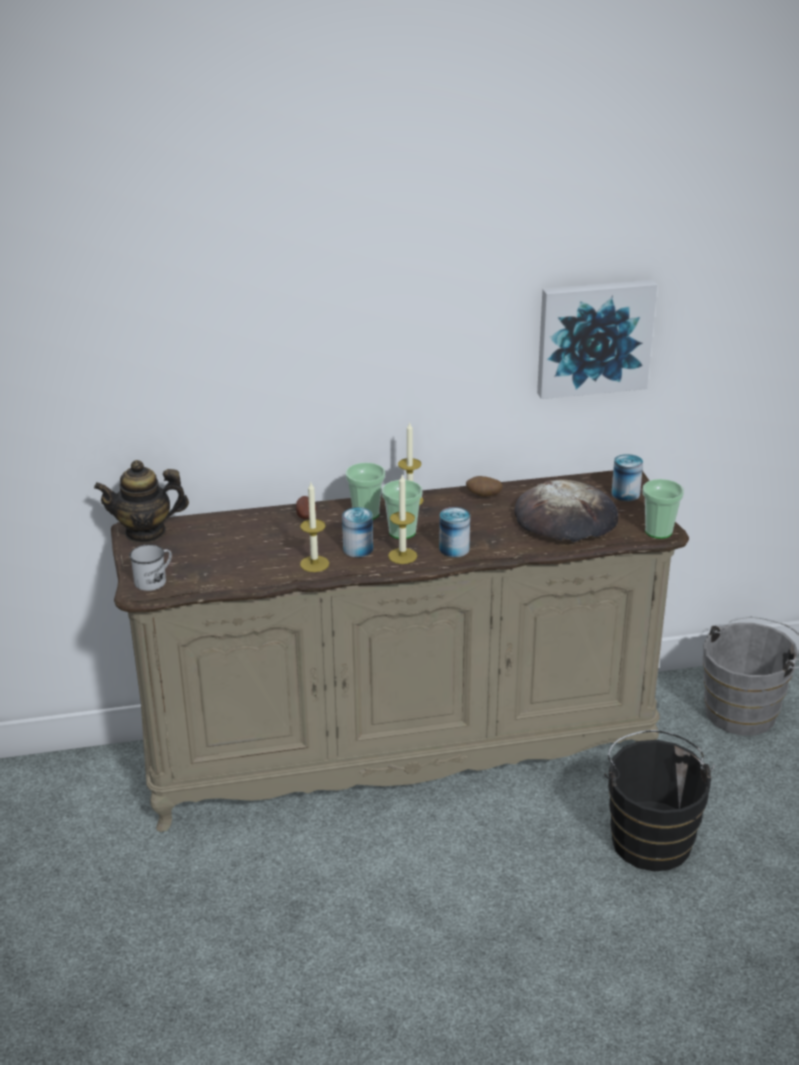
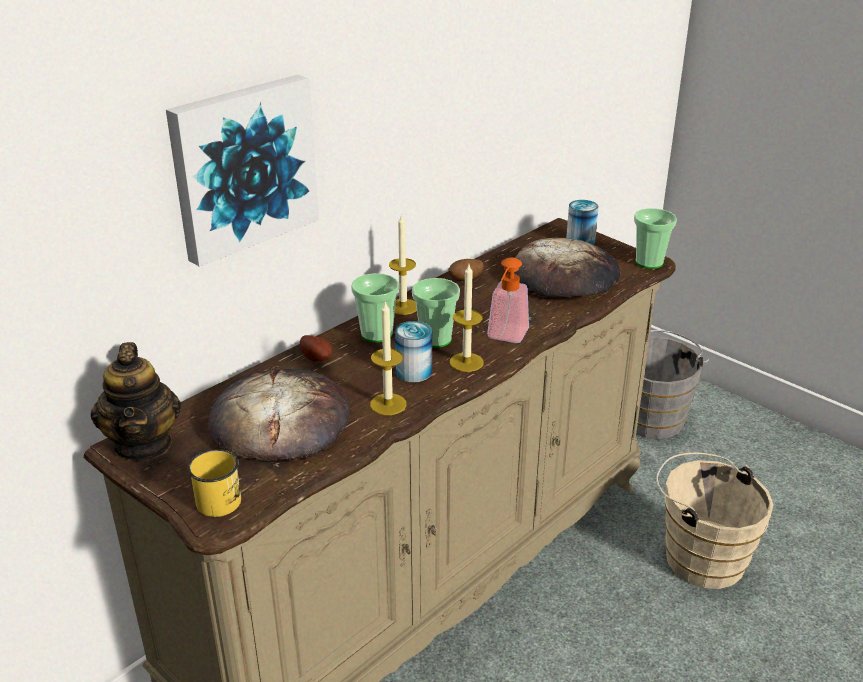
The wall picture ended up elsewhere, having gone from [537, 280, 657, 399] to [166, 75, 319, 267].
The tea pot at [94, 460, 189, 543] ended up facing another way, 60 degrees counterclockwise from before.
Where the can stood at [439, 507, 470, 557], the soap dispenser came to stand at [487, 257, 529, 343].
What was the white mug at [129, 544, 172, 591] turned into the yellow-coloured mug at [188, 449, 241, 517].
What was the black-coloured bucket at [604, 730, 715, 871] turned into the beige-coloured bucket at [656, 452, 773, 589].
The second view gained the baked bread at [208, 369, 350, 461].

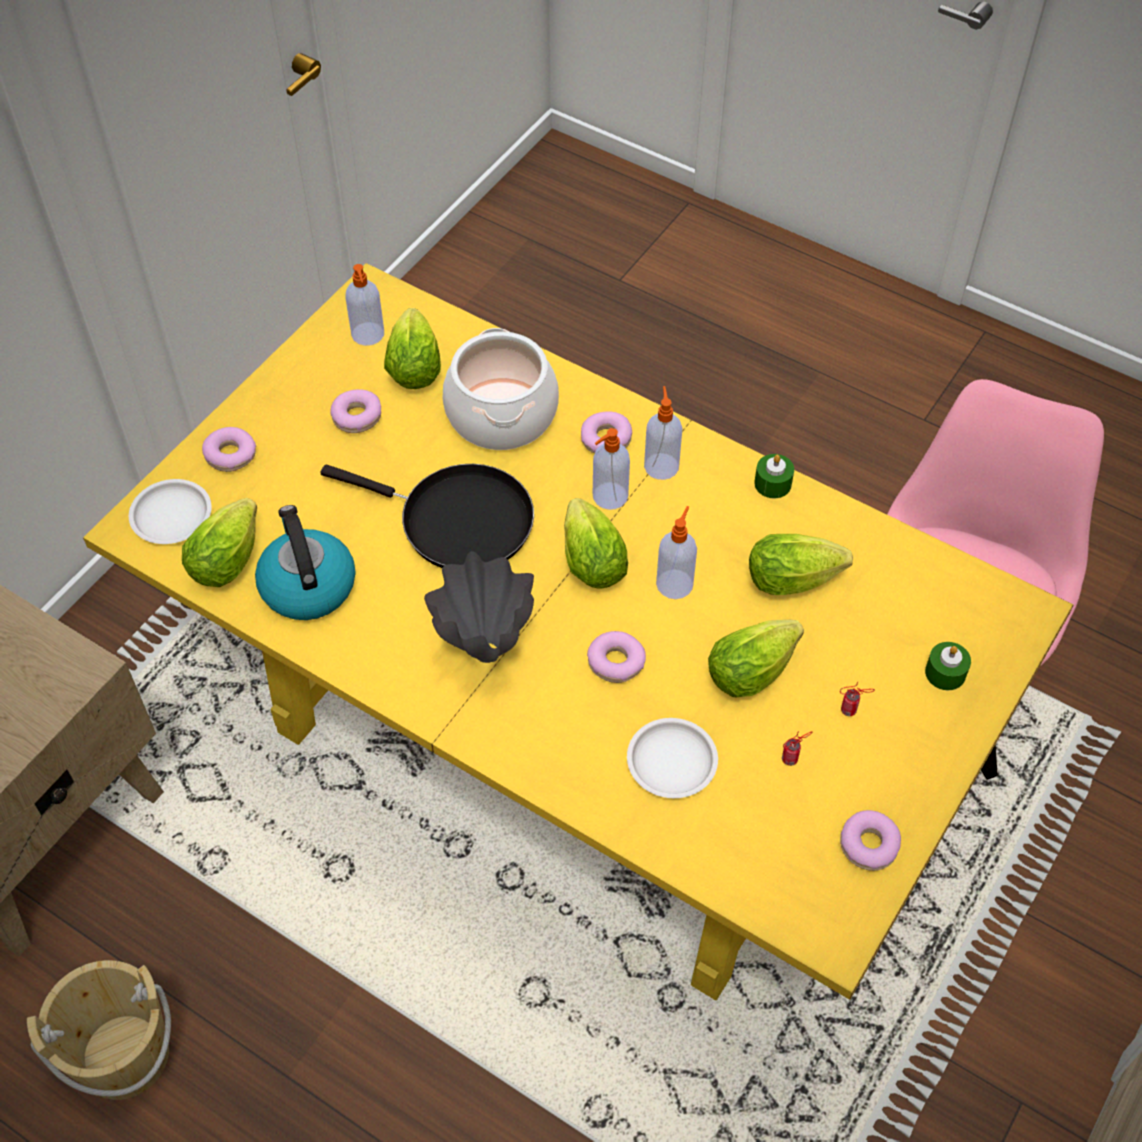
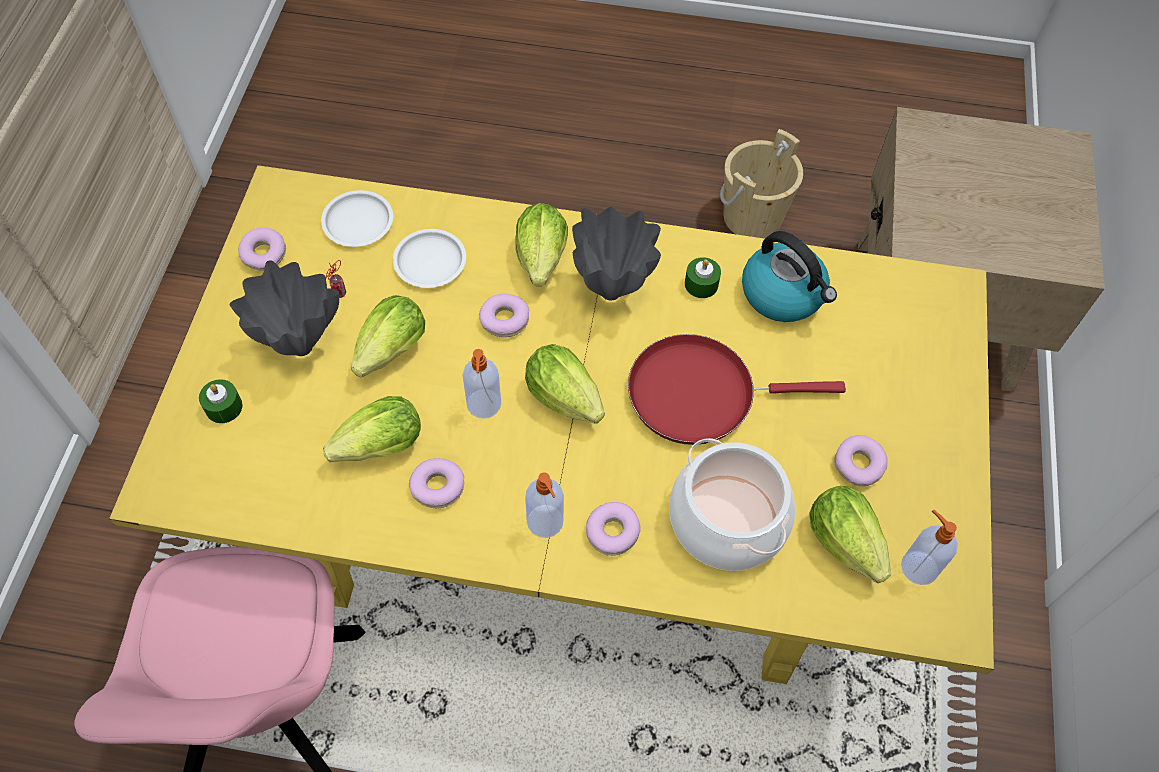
The ring doughnut ended up elsewhere, having gone from [202, 427, 256, 472] to [409, 458, 464, 508].
The second view lost the soap dispenser at [593, 428, 630, 510].
The greenish candle ended up elsewhere, having gone from [754, 454, 794, 498] to [685, 257, 721, 298].
What was the black-coloured skillet at [320, 464, 534, 568] turned into the red skillet at [628, 334, 846, 445].
The white plate ended up elsewhere, having gone from [129, 479, 211, 544] to [321, 190, 393, 247].
The head of lettuce ended up elsewhere, having gone from [182, 498, 257, 587] to [515, 203, 568, 286].
Where the can stood at [840, 682, 875, 716], the grey vase came to stand at [229, 260, 339, 356].

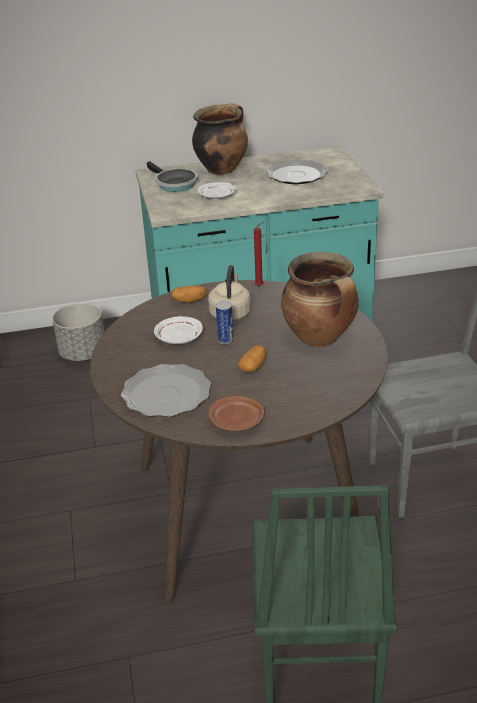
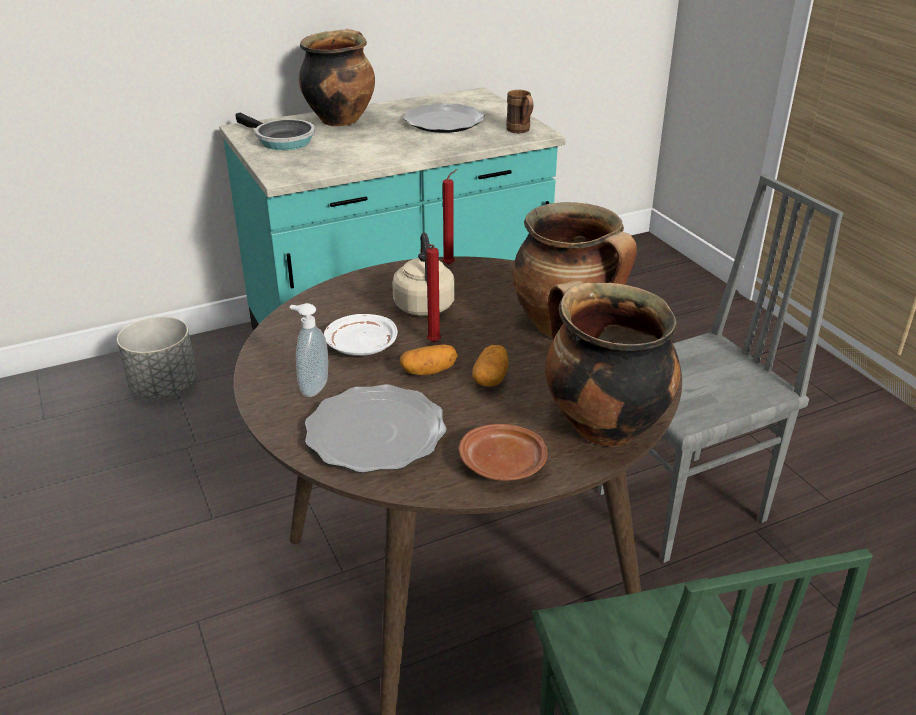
The second view lost the white plate at [198, 182, 236, 200].
The spud ended up elsewhere, having gone from [171, 285, 206, 303] to [400, 344, 458, 375].
Where the can stood at [216, 301, 234, 345], the red candle came to stand at [426, 244, 441, 342].
The second view gained the brown-coloured mug at [506, 90, 533, 133].
The second view gained the saucepot at [545, 280, 681, 447].
The second view gained the soap dispenser at [290, 303, 328, 397].

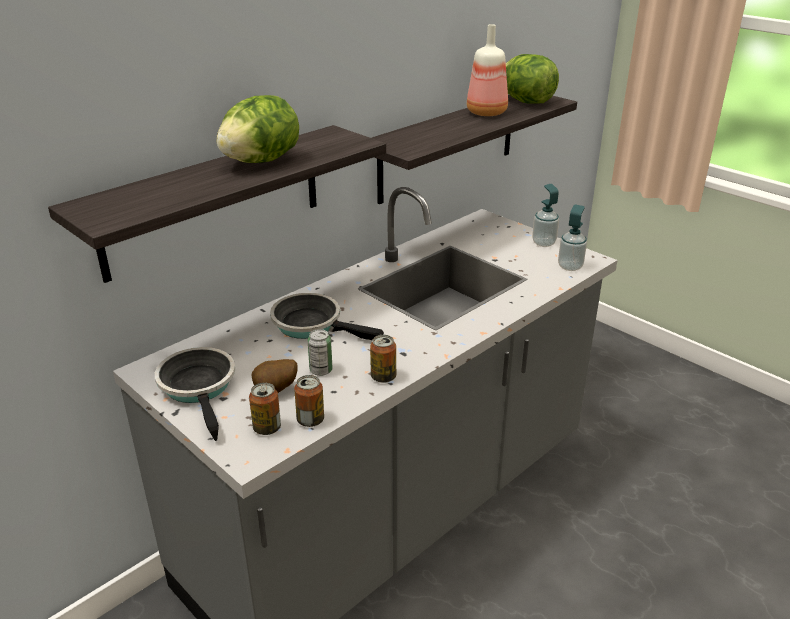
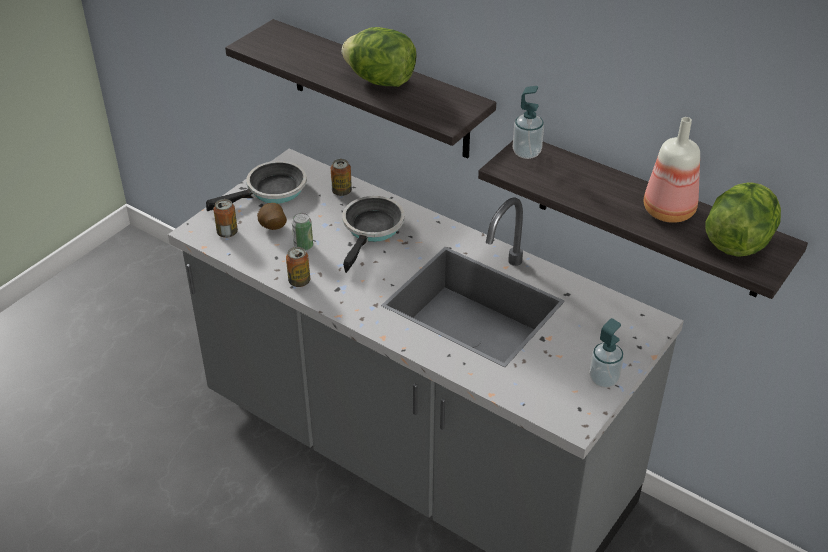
The soap dispenser ended up elsewhere, having gone from [558, 205, 587, 271] to [513, 86, 544, 159].
The can ended up elsewhere, having gone from [294, 375, 324, 427] to [331, 159, 352, 196].

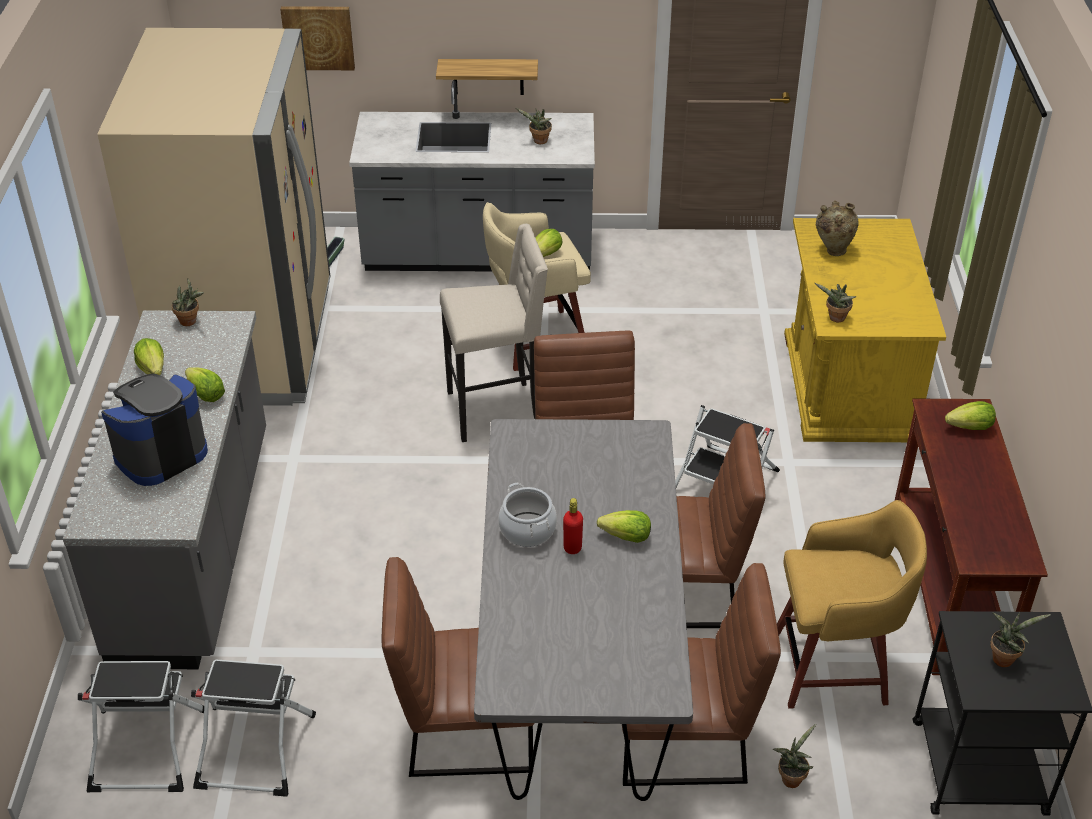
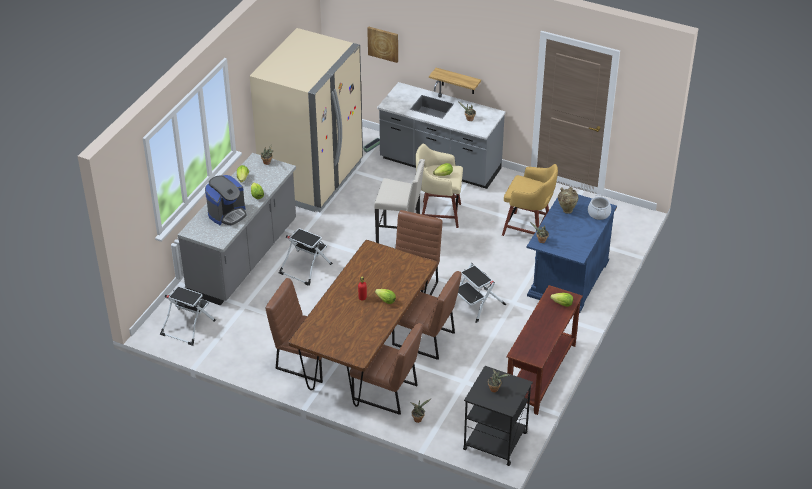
What was the yellow-coloured cupboard at [784, 218, 946, 442] turned into the blue cupboard at [526, 195, 617, 313].
The coffee brewer at [101, 374, 208, 486] ended up facing another way, 150 degrees clockwise from before.
What was the grey dining table at [474, 419, 693, 801] turned into the brown-coloured dining table at [288, 240, 437, 407].
The saucepot ended up elsewhere, having gone from [498, 483, 557, 547] to [588, 194, 611, 220].
The yellow-coloured stool seat ended up elsewhere, having gone from [777, 500, 927, 709] to [502, 164, 558, 236].
The step ladder ended up elsewhere, having gone from [191, 660, 316, 797] to [279, 228, 333, 286].

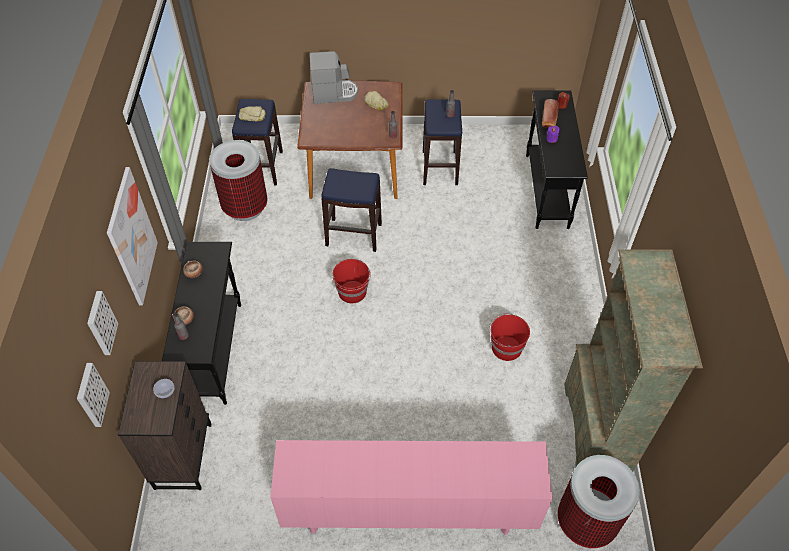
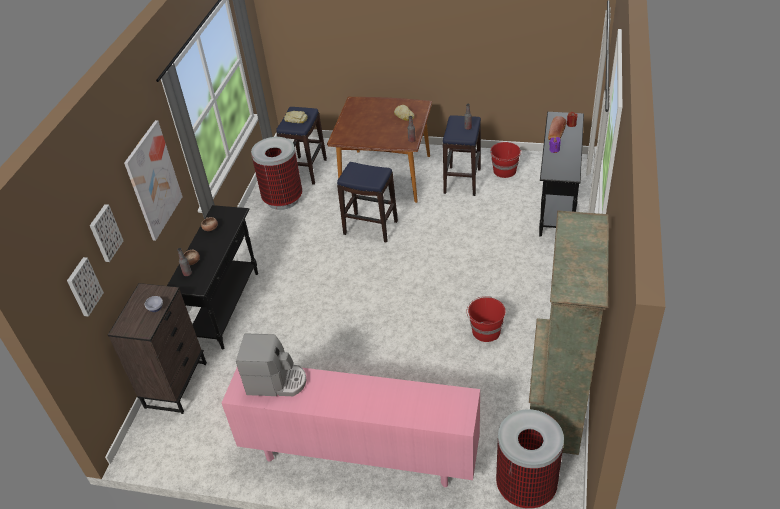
The coffee brewer ended up elsewhere, having gone from [309, 51, 358, 104] to [236, 333, 306, 396].
The red bucket ended up elsewhere, having gone from [332, 259, 371, 303] to [490, 142, 521, 178].

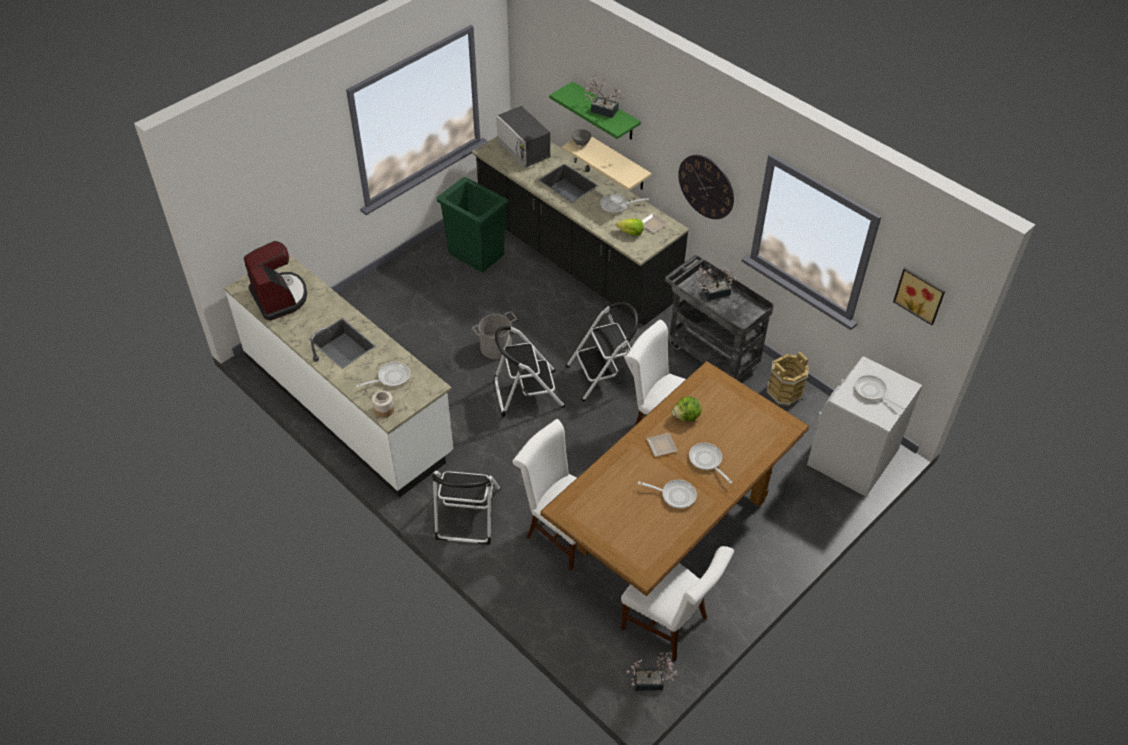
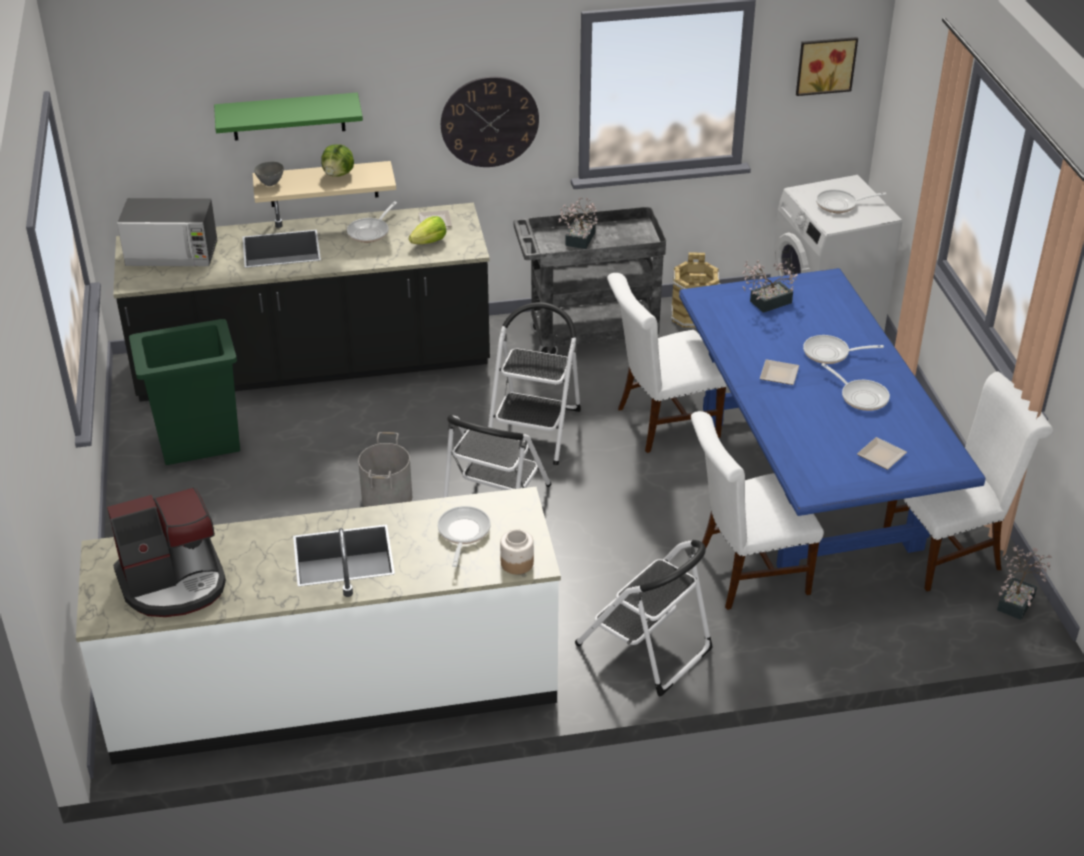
The plant in a pot ended up elsewhere, having gone from [584, 74, 624, 118] to [742, 260, 798, 313].
The coffee brewer at [244, 241, 307, 321] ended up facing another way, 150 degrees clockwise from before.
What was the brown-coloured dining table at [540, 361, 809, 596] turned into the blue dining table at [679, 268, 986, 568].
The head of lettuce ended up elsewhere, having gone from [672, 396, 702, 421] to [321, 144, 354, 177].
The skillet at [638, 480, 697, 509] ended up facing another way, 90 degrees clockwise from before.
The second view gained the plate at [857, 437, 907, 470].

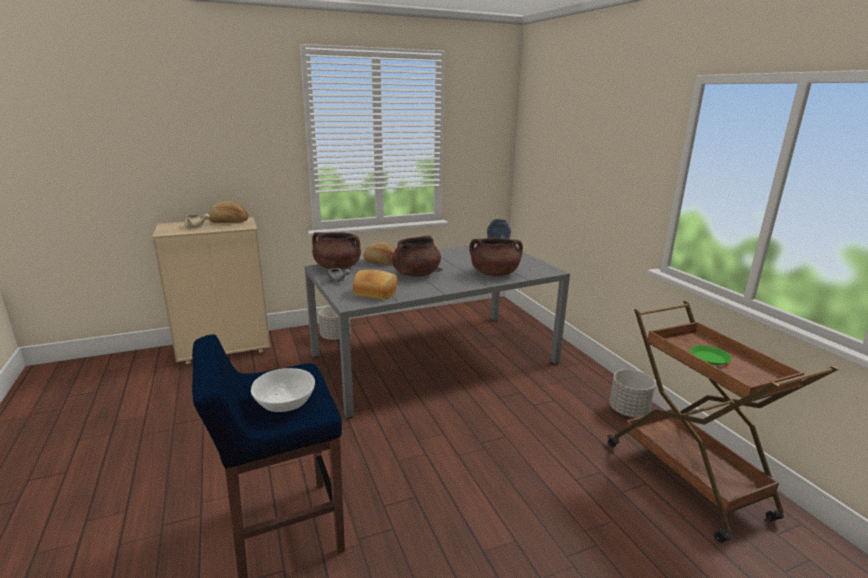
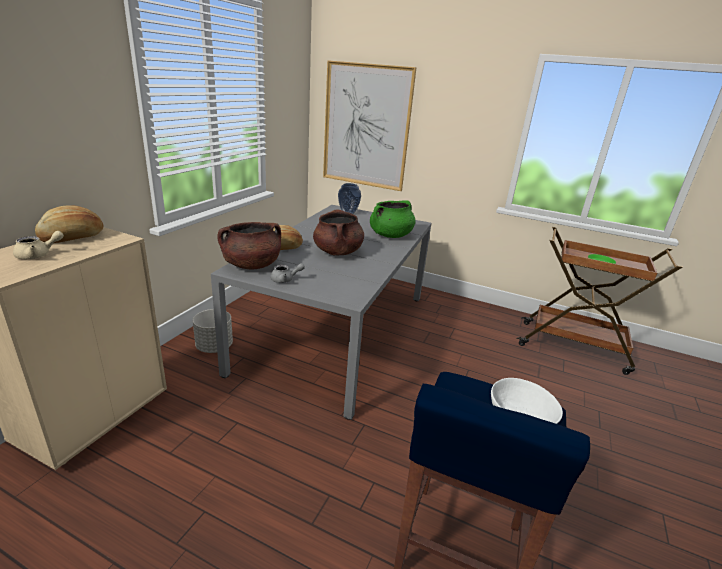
What was the brown-coloured saucepot at [470, 238, 523, 276] turned into the greenish saucepot at [370, 200, 416, 238].
The second view lost the baked bread at [353, 270, 398, 300].
The second view lost the grey planter at [609, 369, 656, 417].
The second view gained the wall picture at [323, 60, 417, 191].

